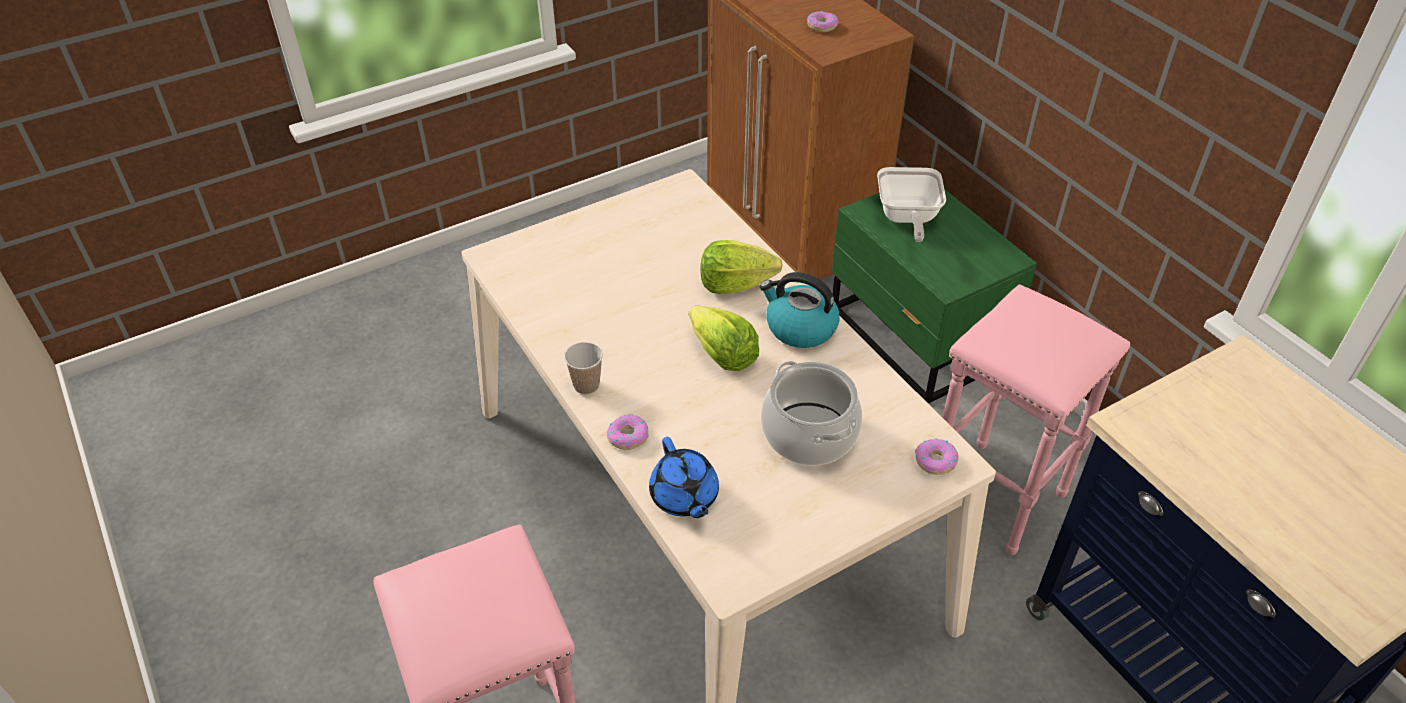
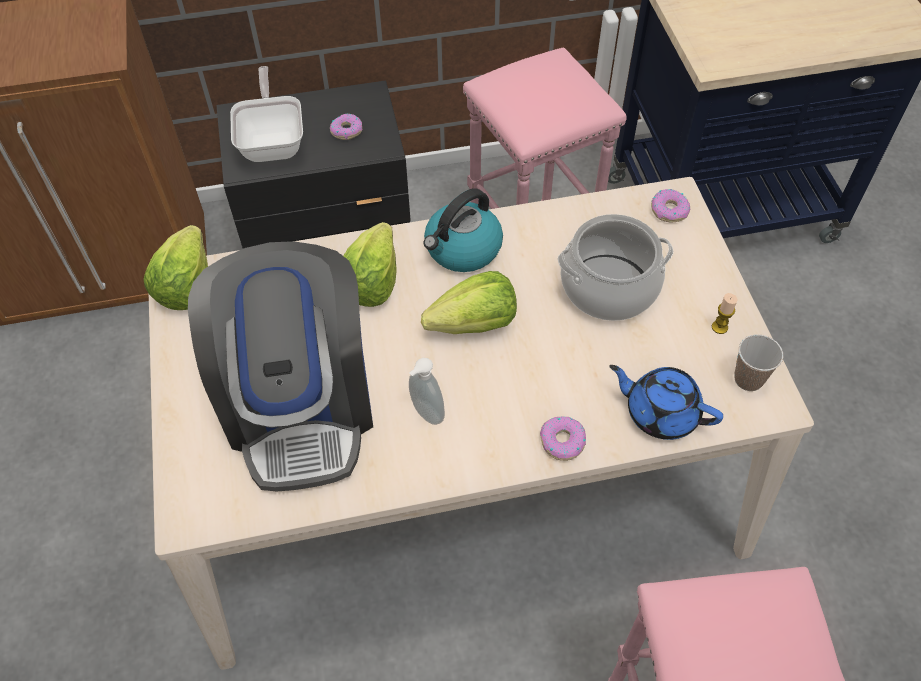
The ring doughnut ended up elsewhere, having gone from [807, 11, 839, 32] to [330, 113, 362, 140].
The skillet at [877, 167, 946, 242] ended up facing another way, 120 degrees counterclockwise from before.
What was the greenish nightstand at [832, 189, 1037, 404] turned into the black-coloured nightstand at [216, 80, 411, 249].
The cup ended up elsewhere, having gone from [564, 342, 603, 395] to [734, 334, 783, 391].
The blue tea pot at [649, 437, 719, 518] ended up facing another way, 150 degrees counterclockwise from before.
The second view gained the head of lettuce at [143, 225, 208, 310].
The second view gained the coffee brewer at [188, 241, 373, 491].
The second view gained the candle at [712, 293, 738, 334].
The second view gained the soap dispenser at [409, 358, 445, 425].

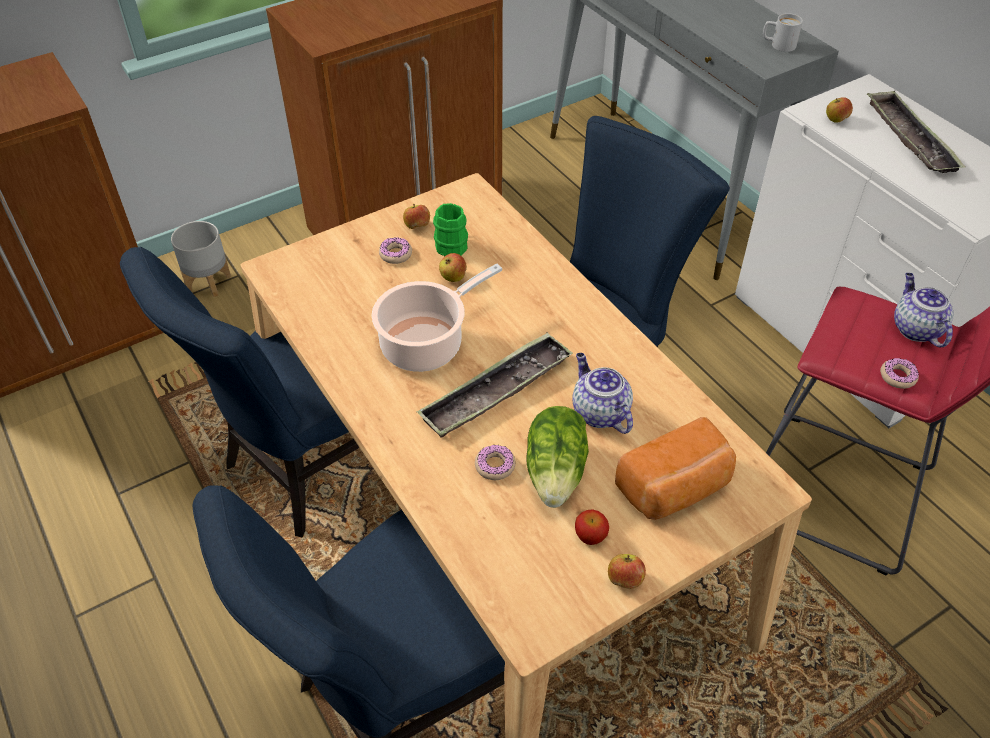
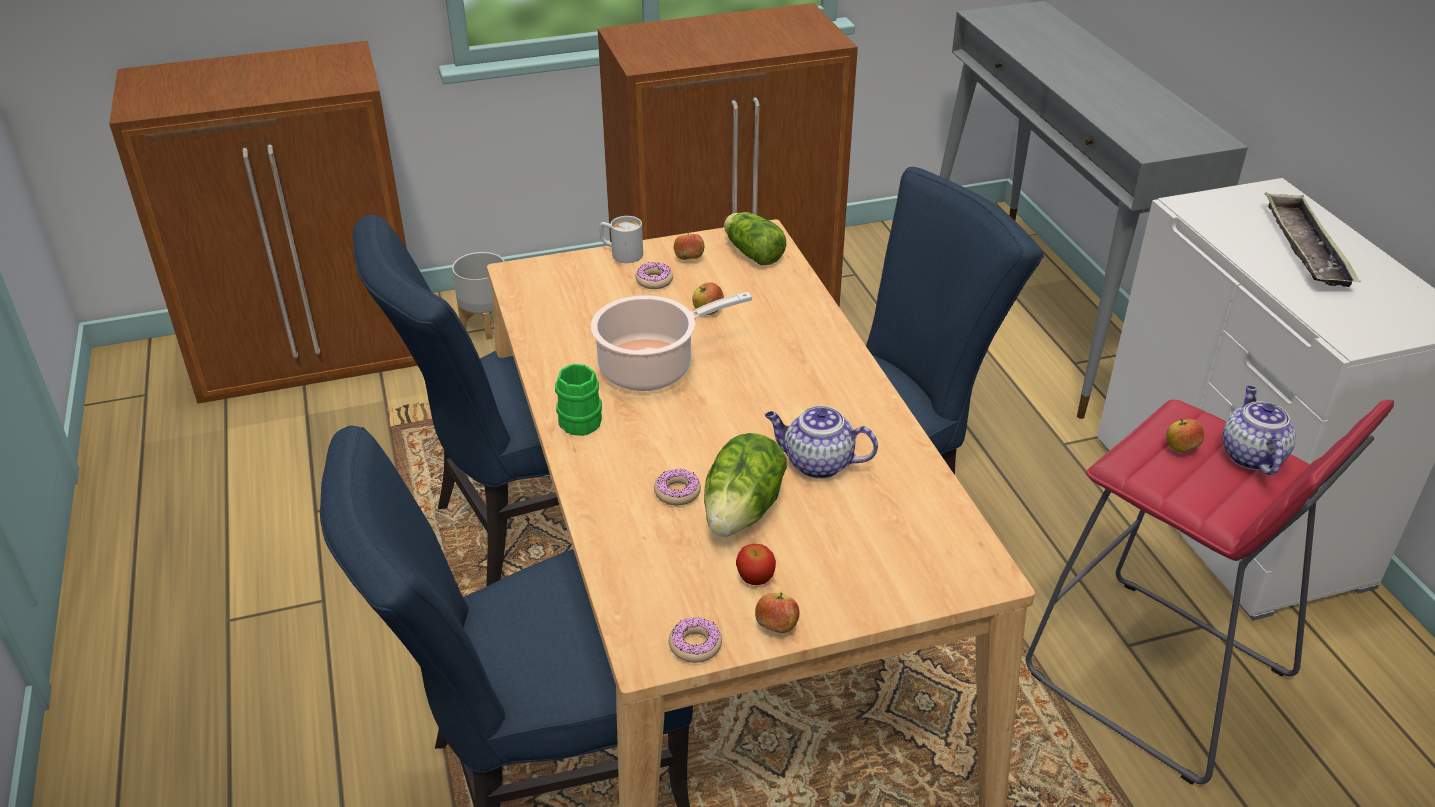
The white mug ended up elsewhere, having gone from [763, 13, 803, 52] to [599, 216, 643, 263].
The whole apple ended up elsewhere, having gone from [826, 97, 853, 123] to [1166, 419, 1204, 453].
The greenish mug ended up elsewhere, having gone from [433, 203, 468, 256] to [555, 364, 602, 436].
The second view lost the serving tray at [417, 332, 573, 438].
The tea pot at [573, 353, 633, 434] ended up facing another way, 60 degrees counterclockwise from before.
The ring doughnut ended up elsewhere, having gone from [880, 358, 919, 389] to [669, 617, 722, 663].
The second view lost the baked bread at [615, 417, 736, 520].
The second view gained the head of lettuce at [724, 212, 786, 265].

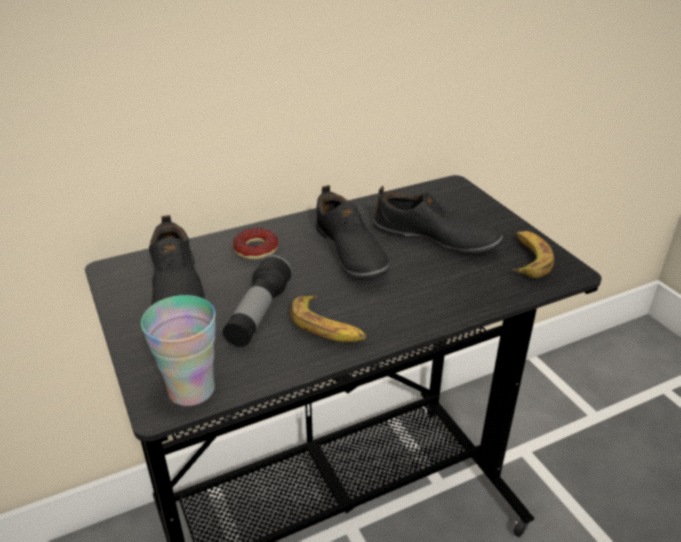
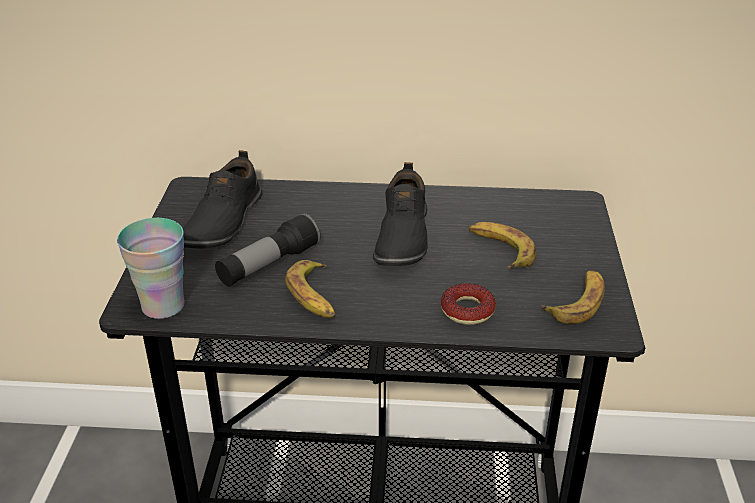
Where the black-coloured low shoe stood at [373, 186, 503, 254], the banana came to stand at [469, 222, 537, 269].
The ring doughnut ended up elsewhere, having gone from [233, 228, 278, 260] to [441, 283, 496, 325].

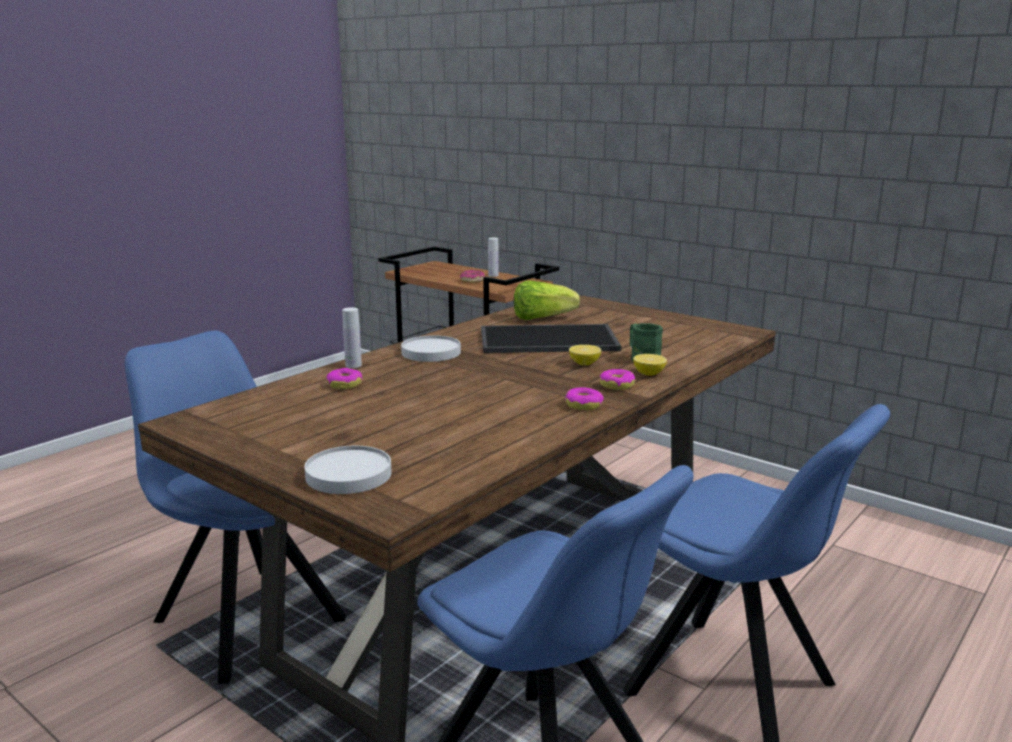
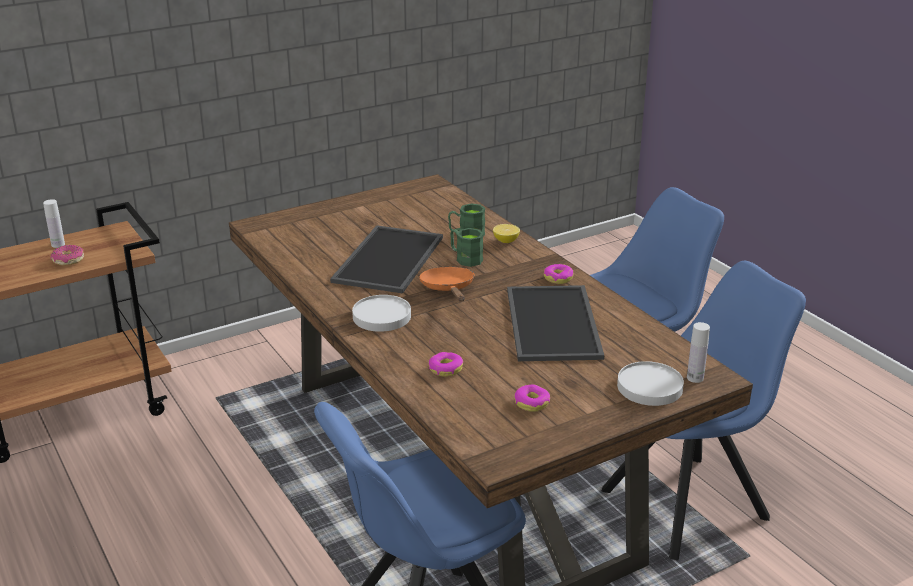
The second view lost the head of lettuce at [514, 280, 580, 320].
The white beverage bottle ended up elsewhere, having gone from [342, 307, 362, 368] to [687, 322, 710, 383].
Where the citrus fruit stood at [569, 345, 601, 365], the greenish mug came to stand at [450, 228, 484, 267].
The ring doughnut ended up elsewhere, having gone from [600, 369, 635, 390] to [514, 384, 550, 412].
The second view gained the orange skillet at [419, 267, 475, 302].
The second view gained the serving tray at [507, 285, 604, 361].

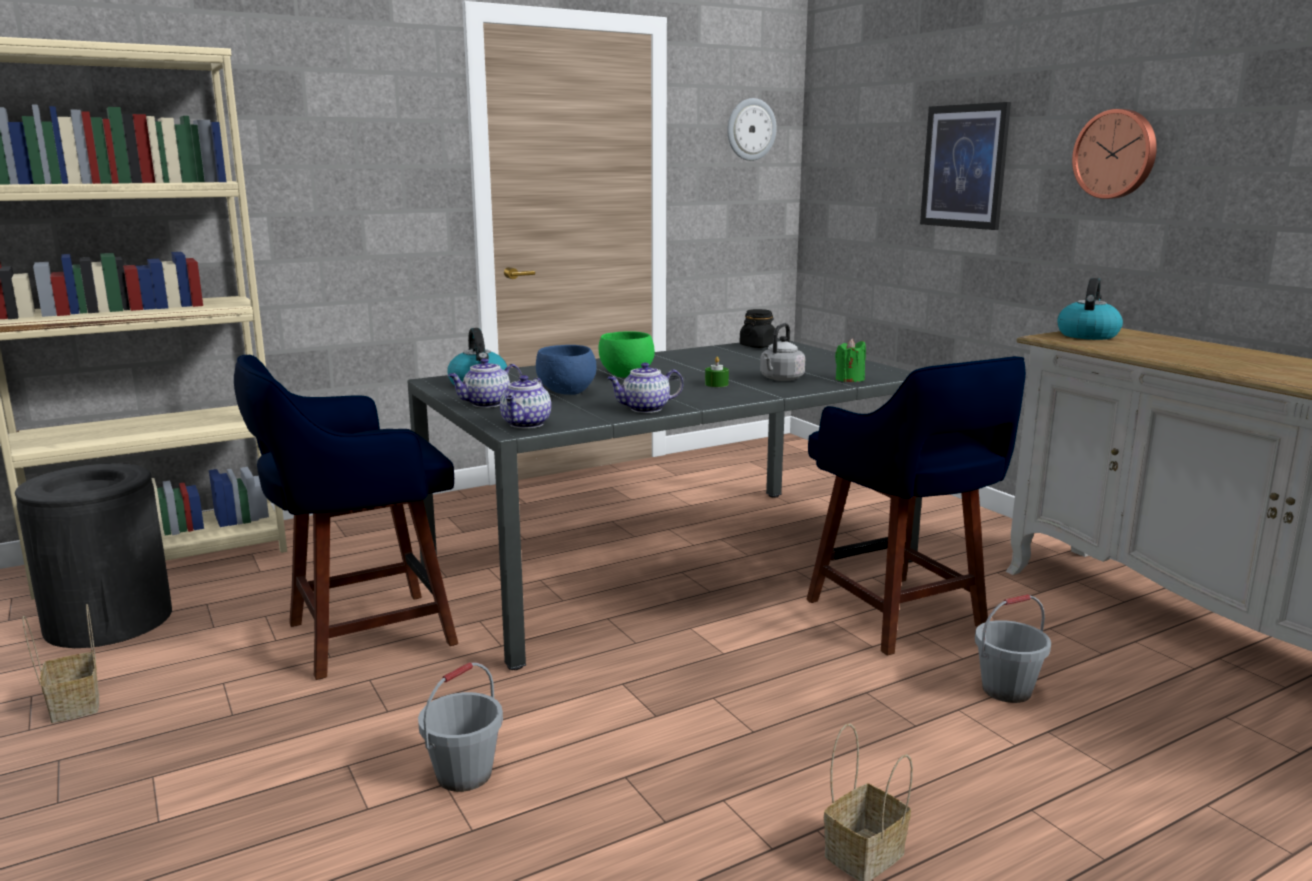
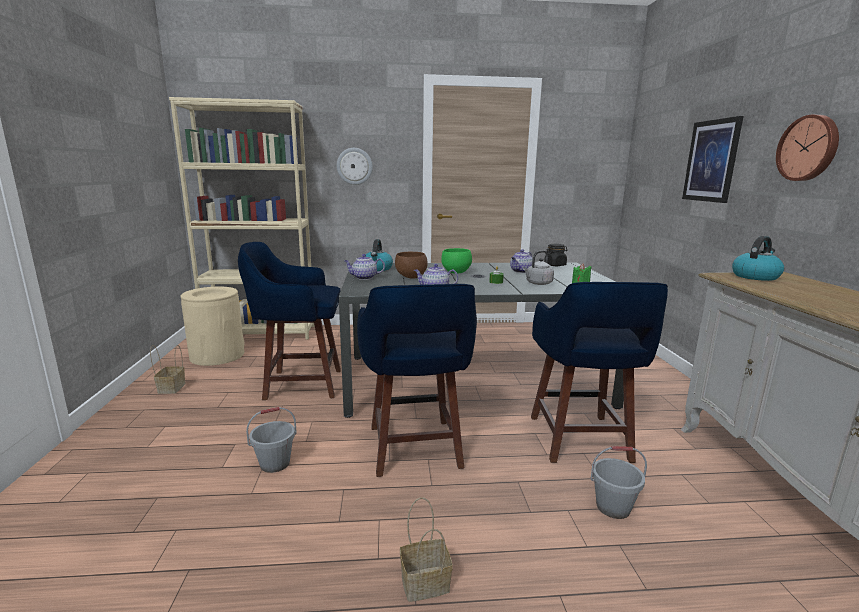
The hanging clock ended up elsewhere, having gone from [727, 98, 777, 161] to [337, 148, 373, 185].
What was the blue serving bowl at [536, 345, 597, 395] turned into the brown-coloured serving bowl at [395, 252, 428, 279].
The tea pot ended up elsewhere, having gone from [500, 375, 551, 428] to [510, 249, 533, 273].
What was the black-coloured waste bin at [15, 463, 172, 648] turned into the beige-coloured waste bin at [181, 286, 245, 366].
The second view gained the blue stool seat at [357, 284, 477, 477].

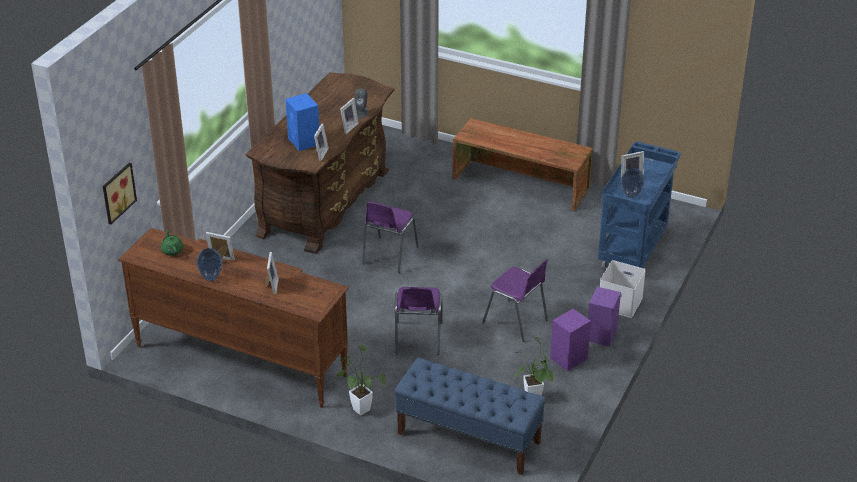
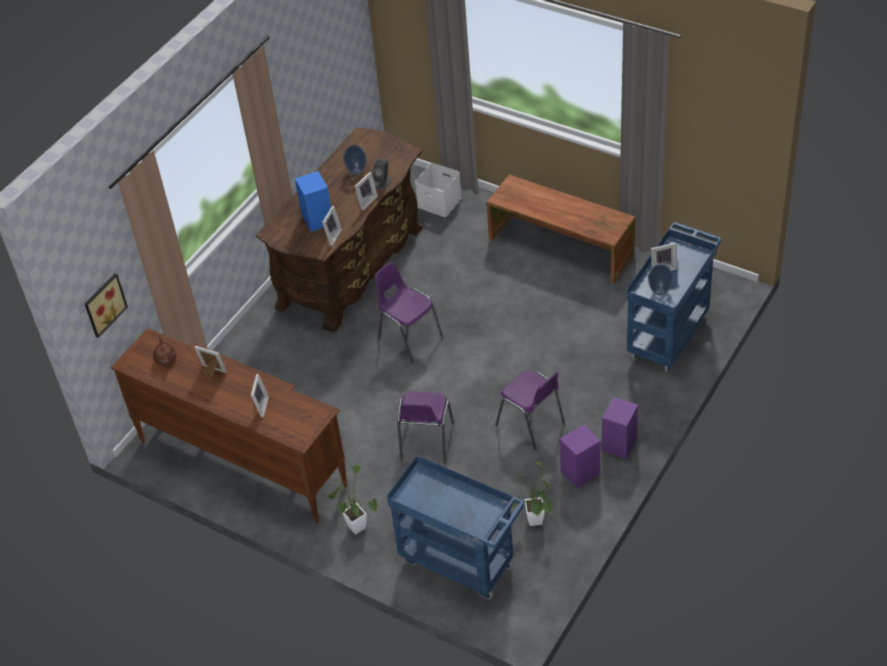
The purplish plain chair at [362, 202, 419, 273] ended up facing another way, 105 degrees clockwise from before.
What was the greenish tea pot at [161, 230, 183, 256] turned into the brown-coloured tea pot at [153, 336, 176, 365].
The vase ended up elsewhere, having gone from [196, 248, 222, 281] to [343, 145, 366, 175].
The white storage box ended up elsewhere, having gone from [600, 260, 646, 318] to [415, 163, 462, 217].
Where the blue indoor bench stood at [394, 358, 546, 475], the blue trolley came to stand at [387, 456, 524, 599].

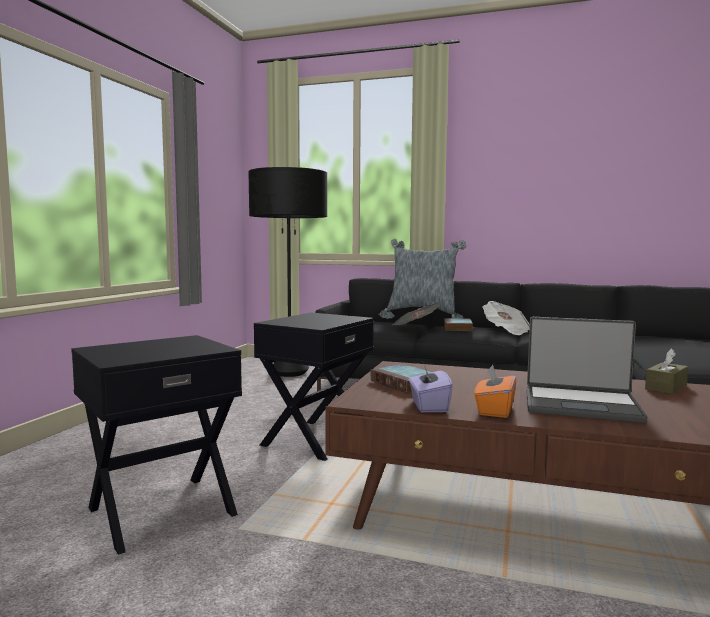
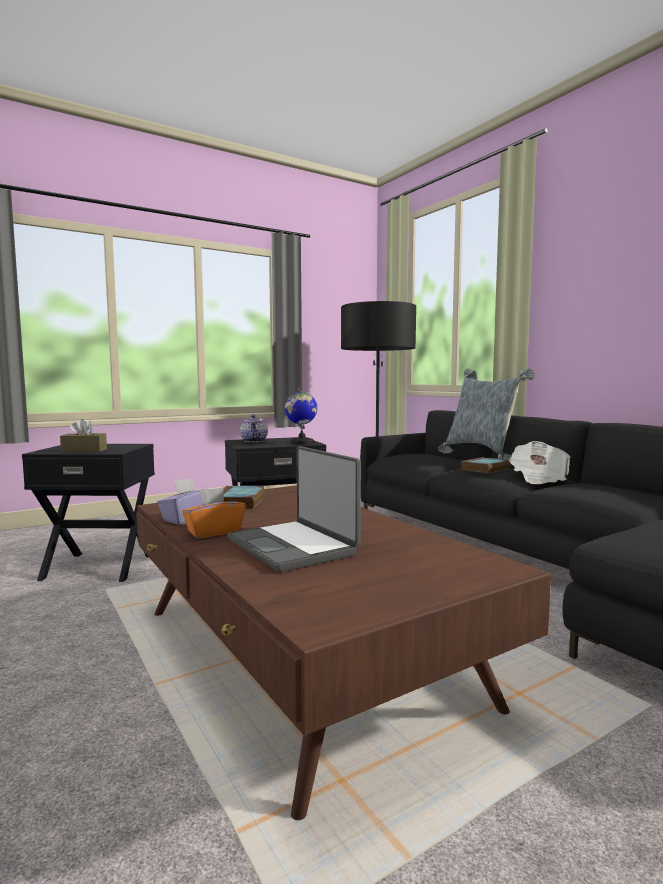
The second view lost the daily paper at [392, 302, 440, 325].
The brown-coloured box of tissues ended up elsewhere, having gone from [645, 349, 688, 394] to [60, 419, 107, 452].
The second view gained the desk globe at [285, 387, 317, 445].
The second view gained the tea pot at [240, 415, 268, 442].

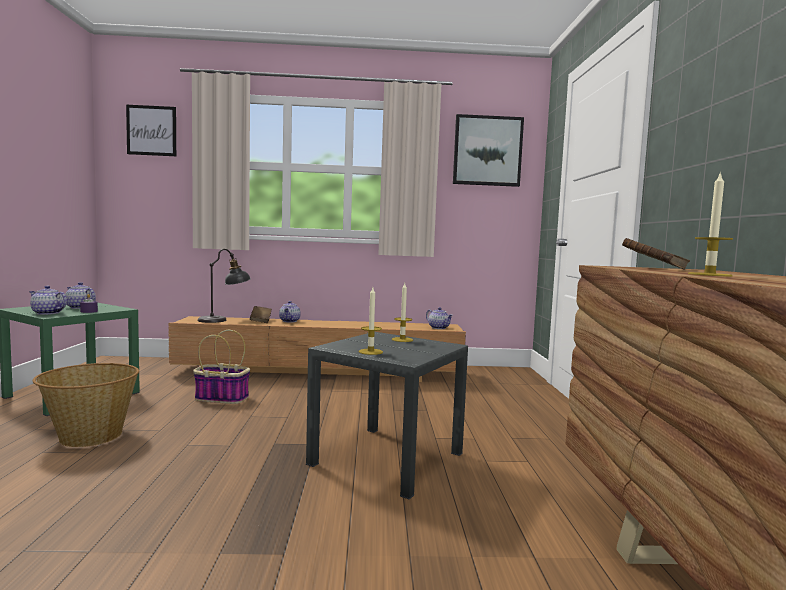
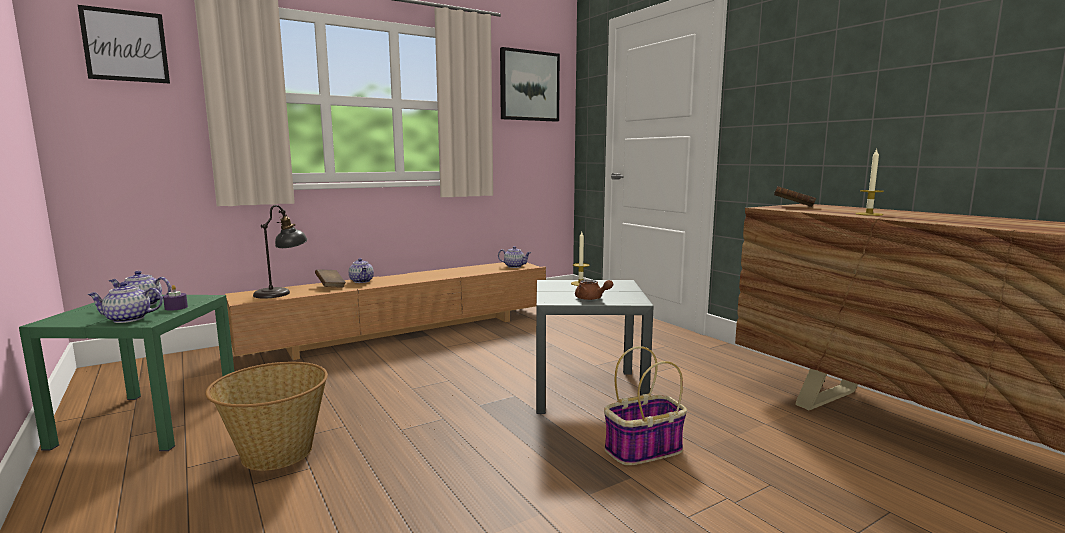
Where the candle stood at [358, 288, 383, 355], the brown-coloured tea pot came to stand at [575, 280, 613, 300].
The basket ended up elsewhere, having gone from [193, 330, 250, 404] to [604, 346, 687, 466].

